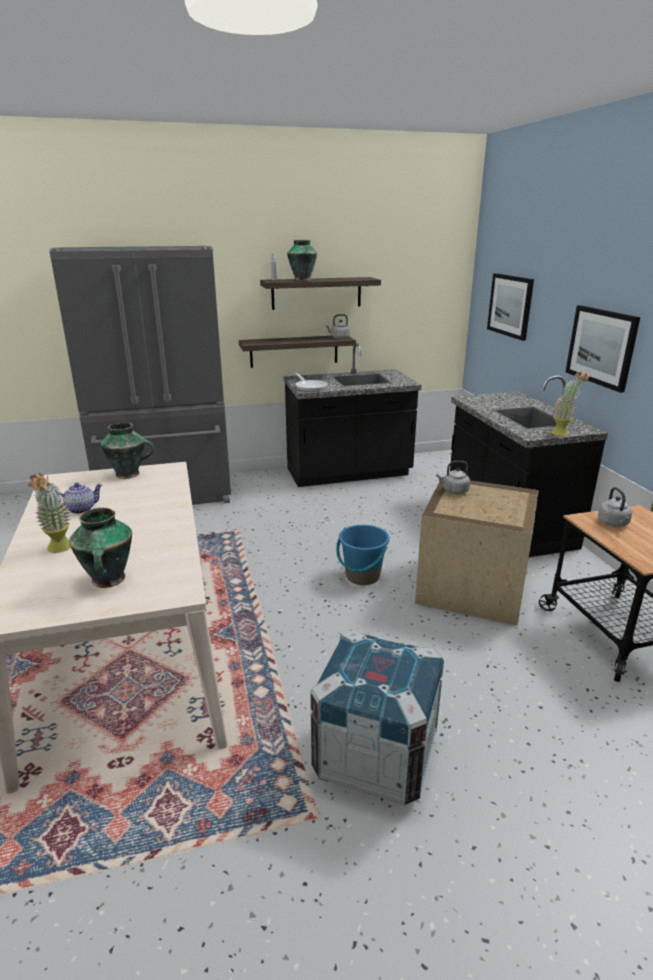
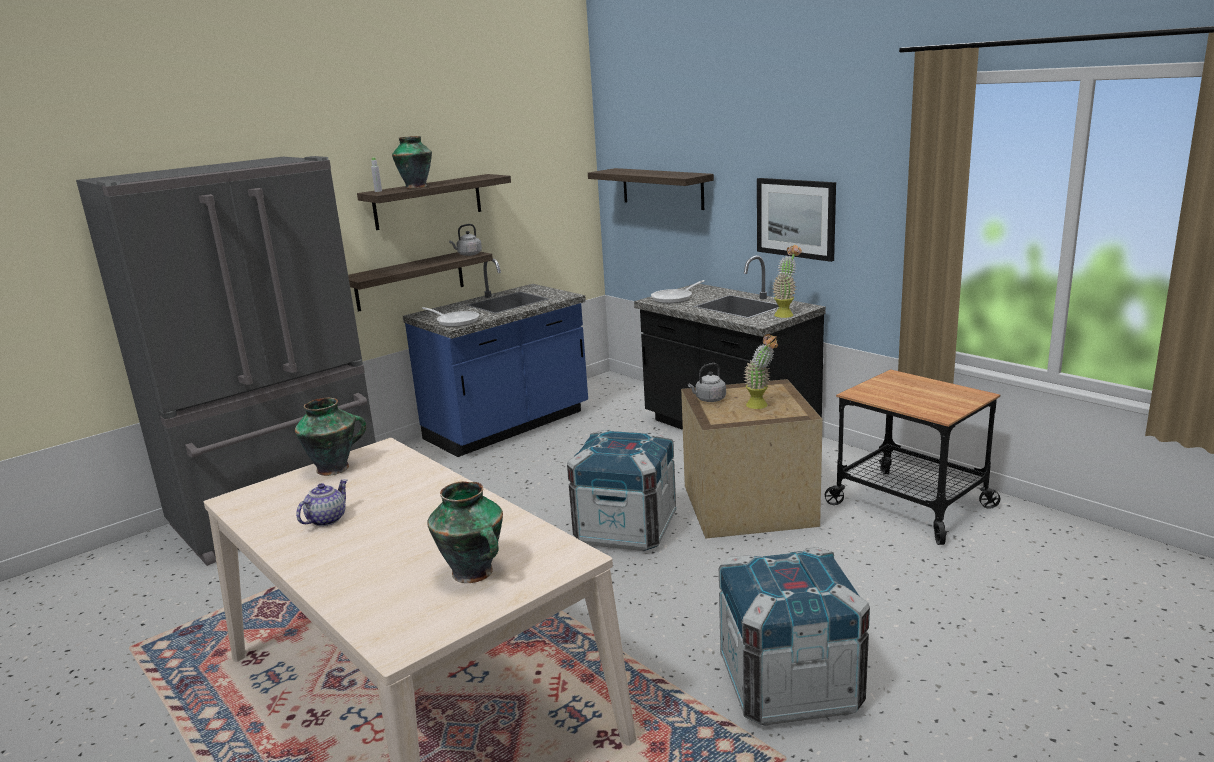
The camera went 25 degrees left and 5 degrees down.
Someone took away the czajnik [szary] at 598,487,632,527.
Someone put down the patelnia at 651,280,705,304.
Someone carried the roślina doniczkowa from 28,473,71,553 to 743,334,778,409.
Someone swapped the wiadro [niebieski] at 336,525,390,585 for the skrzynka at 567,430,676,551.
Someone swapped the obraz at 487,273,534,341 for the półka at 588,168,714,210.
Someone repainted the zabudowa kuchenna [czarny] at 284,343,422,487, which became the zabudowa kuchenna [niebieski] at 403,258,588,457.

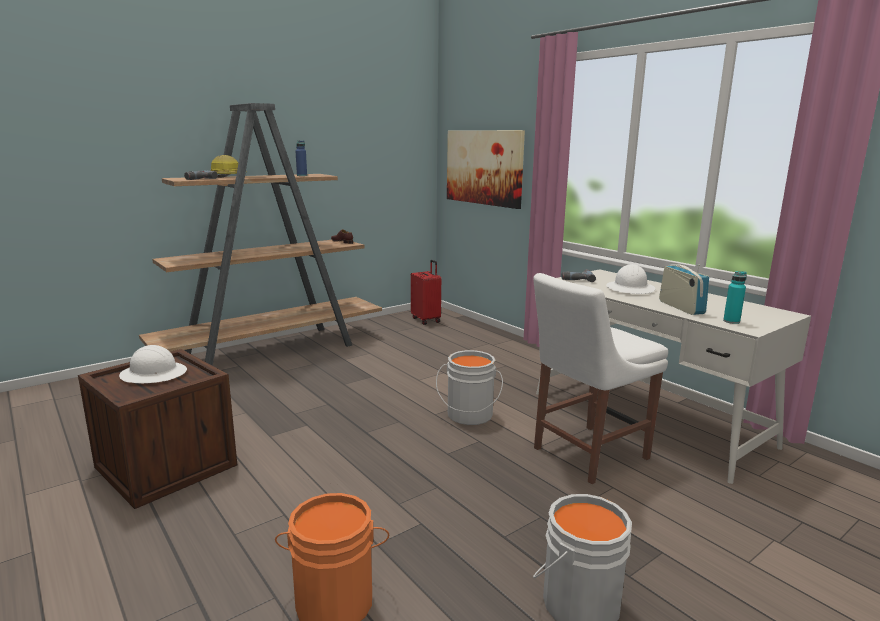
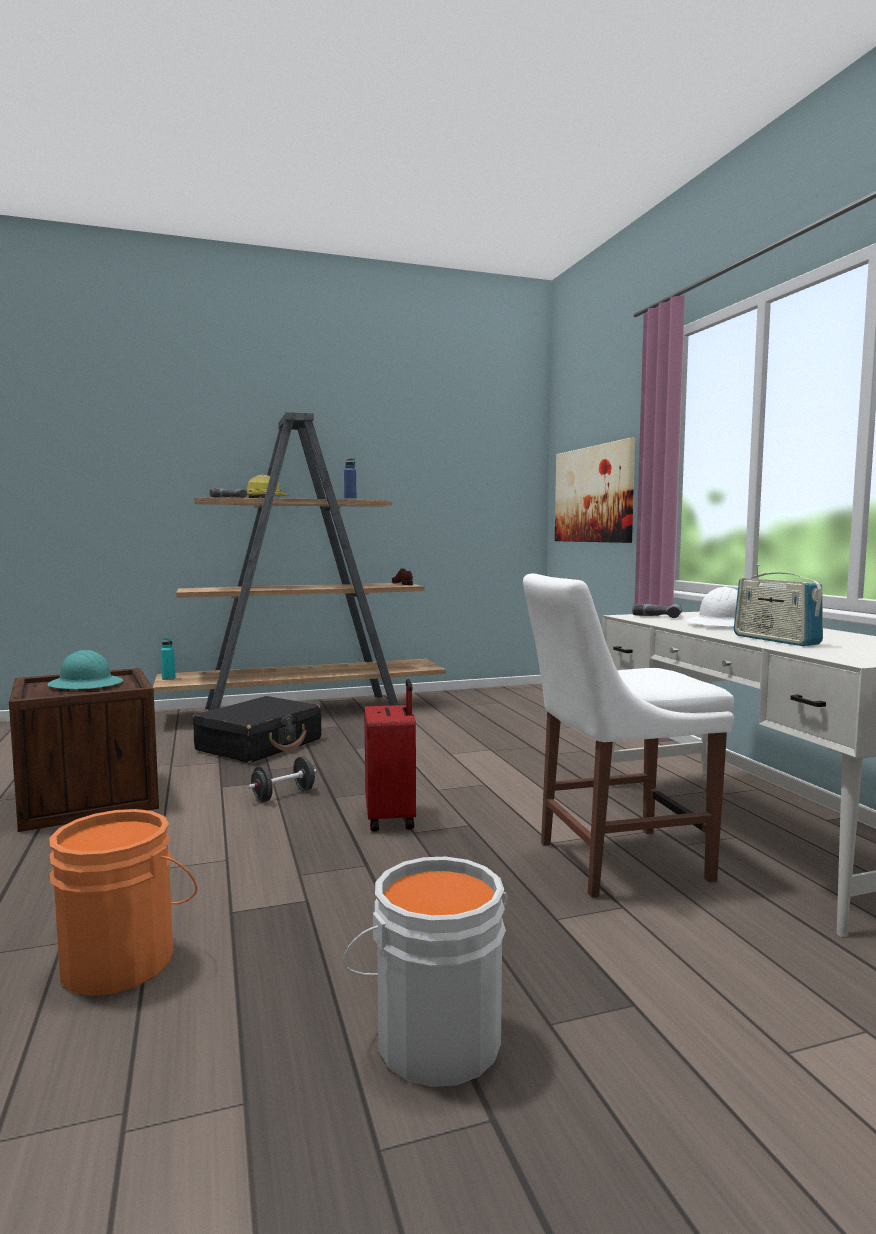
The camera went 20 degrees right and 10 degrees down.
Someone took away the wiadro [szary] at 436,350,503,425.
Someone put down the walizka [czarny] at 193,696,321,763.
Someone put down the hantel [czarny] at 248,756,317,802.
Someone carried the walizka [czerwony] from 411,260,441,325 to 364,679,416,832.
Someone carried the butelka [turkusowy] from 723,271,747,324 to 161,637,175,680.
Someone repainted the kask [biały] at 119,345,187,383, which became the kask [turkusowy] at 48,650,123,689.
Someone rotated the radio at 659,264,709,315 by 150 degrees clockwise.

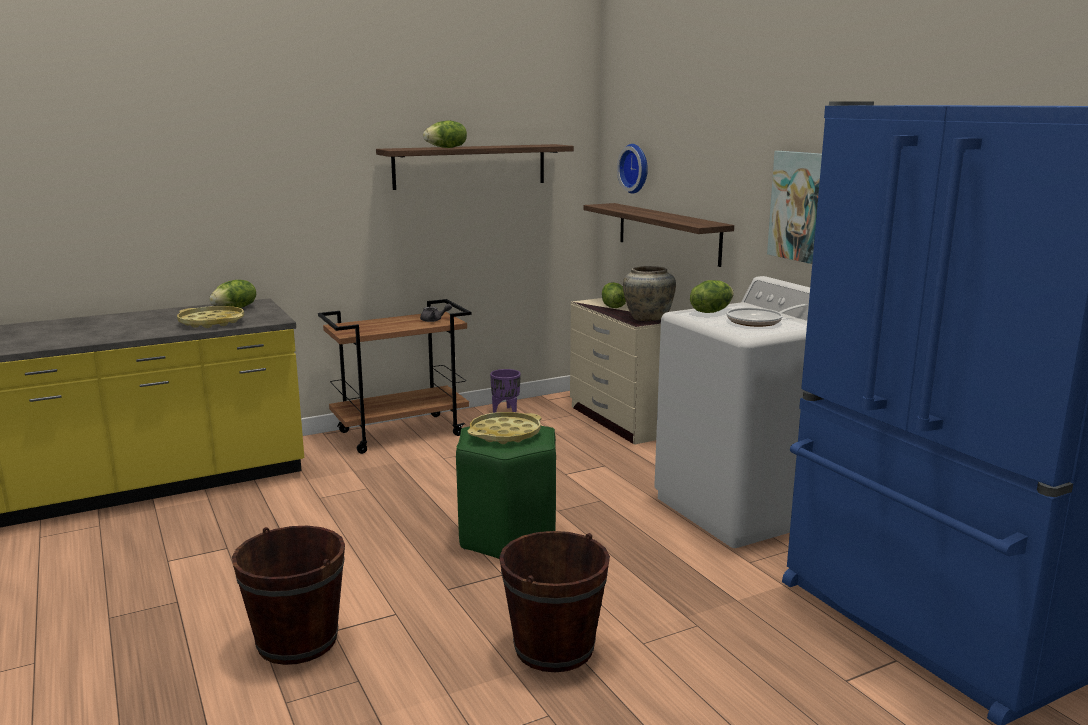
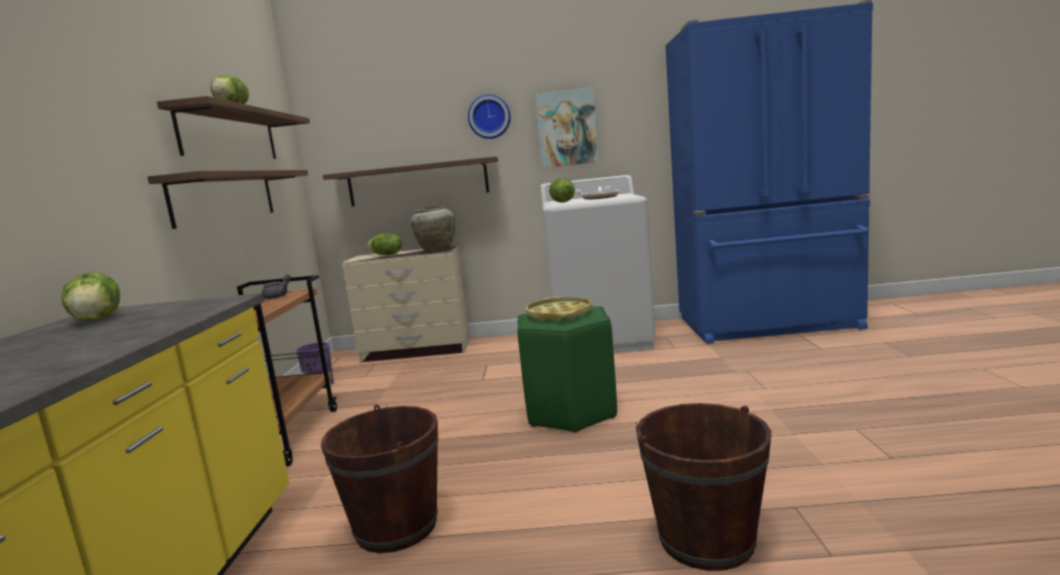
The camera went 60 degrees left and 5 degrees down.
Someone took away the taca [żółty] at 177,306,244,328.
Someone put up the półka at 148,170,308,229.
Someone carried the wiadro [brązowy] from 499,531,610,672 to 321,405,438,553.
Someone carried the zegar ścienny from 617,144,648,194 to 468,94,511,139.

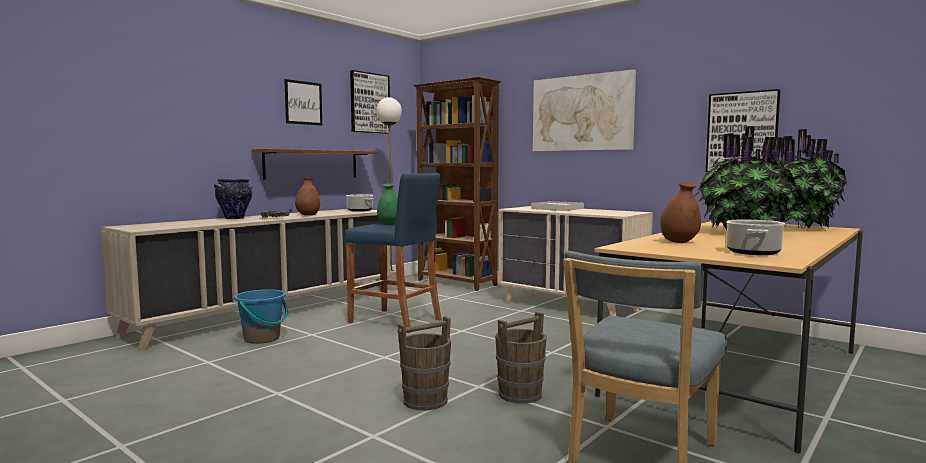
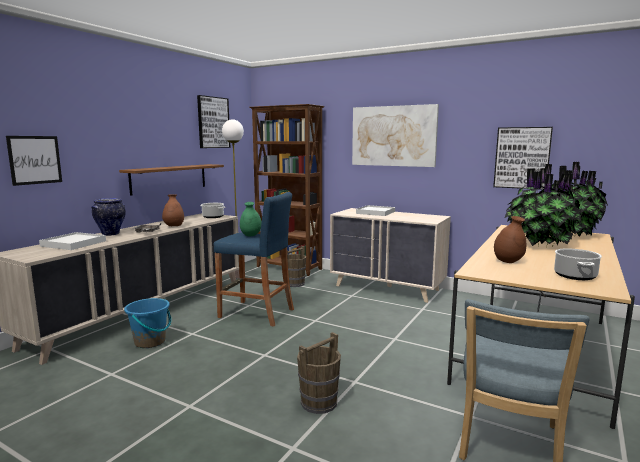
The camera went 10 degrees left and 5 degrees up.
Someone put down the taca [biały] at 39,232,106,250.
Someone carried the obraz from 284,79,322,126 to 6,136,62,186.
Someone carried the wiadro [brązowy] from 495,312,547,403 to 287,246,306,287.

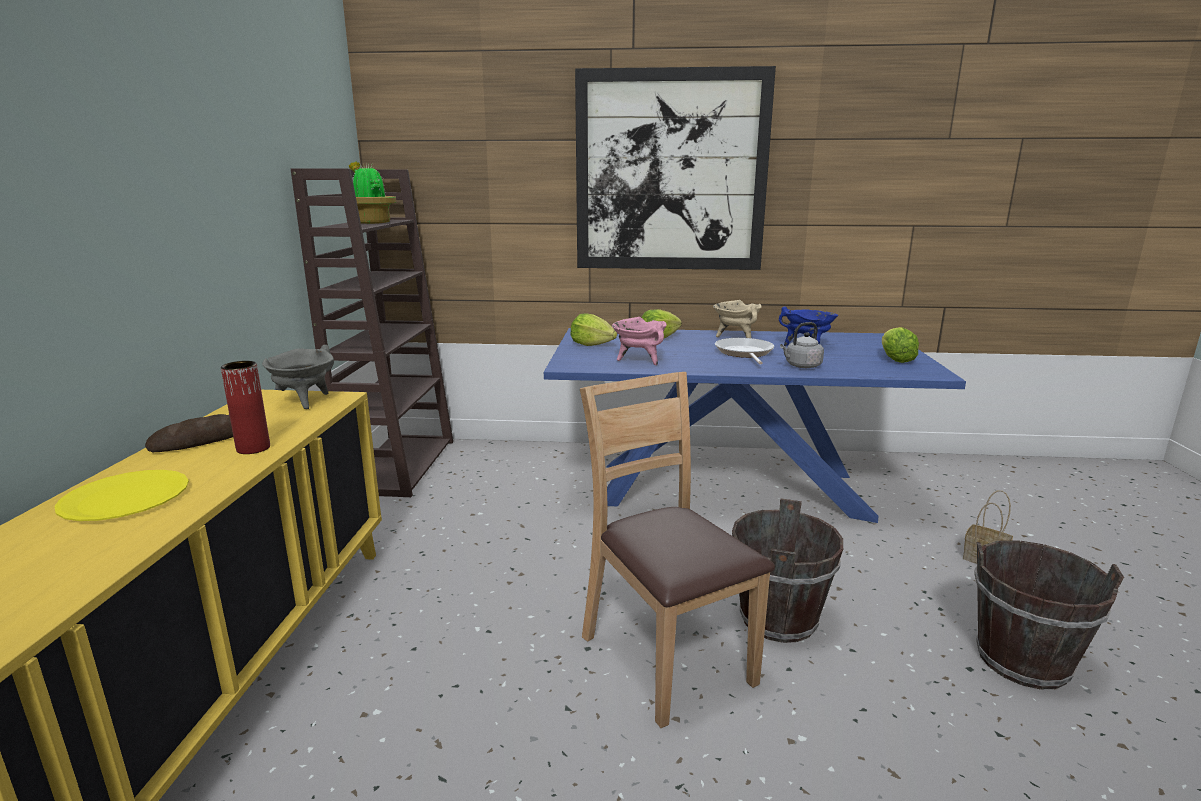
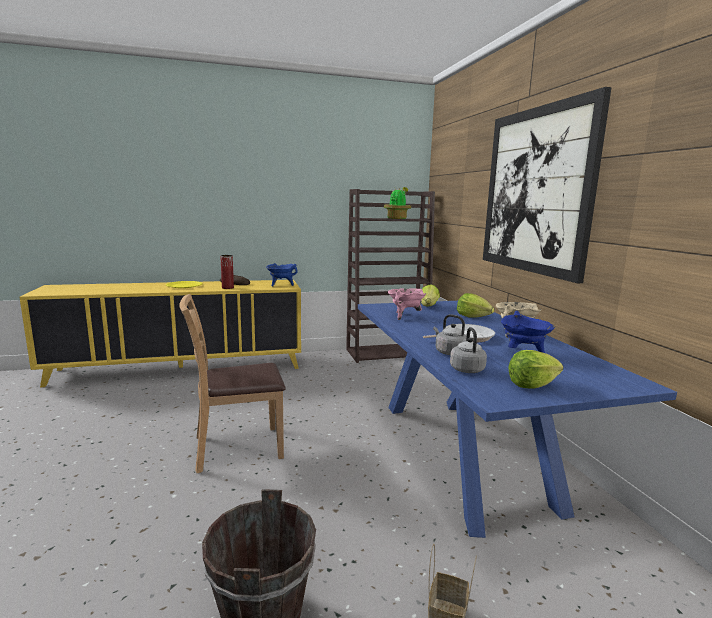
The camera went 70 degrees right and 5 degrees down.
Someone took away the wiadro [brązowy] at 732,498,843,643.
Someone put down the czajnik [szary] at 450,327,487,373.
Someone repainted the garnek [szary] at 262,345,334,409, which became the garnek [niebieski] at 266,263,298,286.
Someone rotated the krzesło [brązowy] at 580,372,775,728 by 150 degrees counterclockwise.

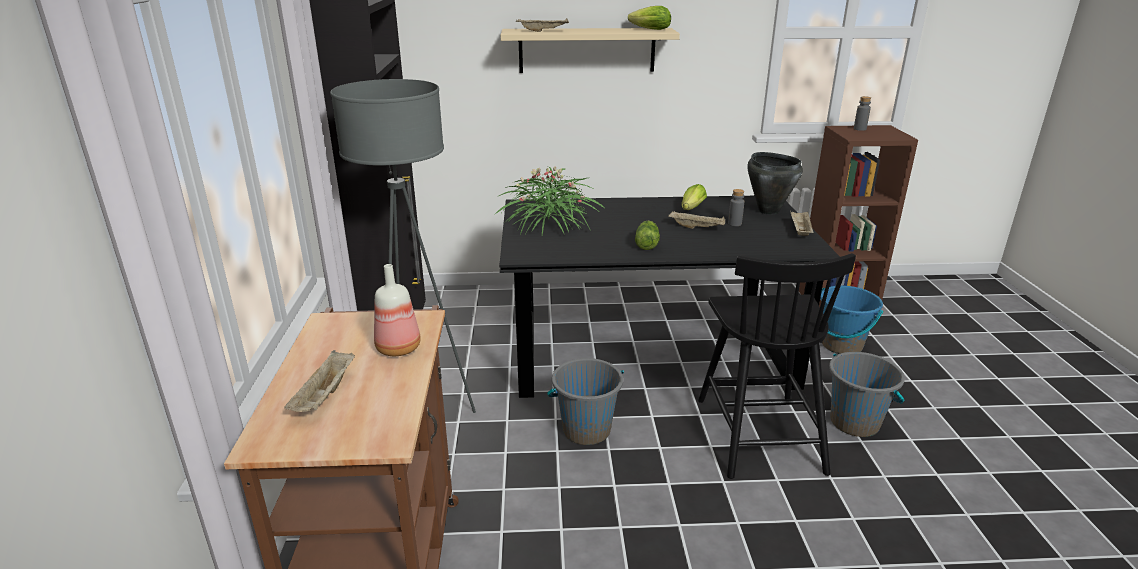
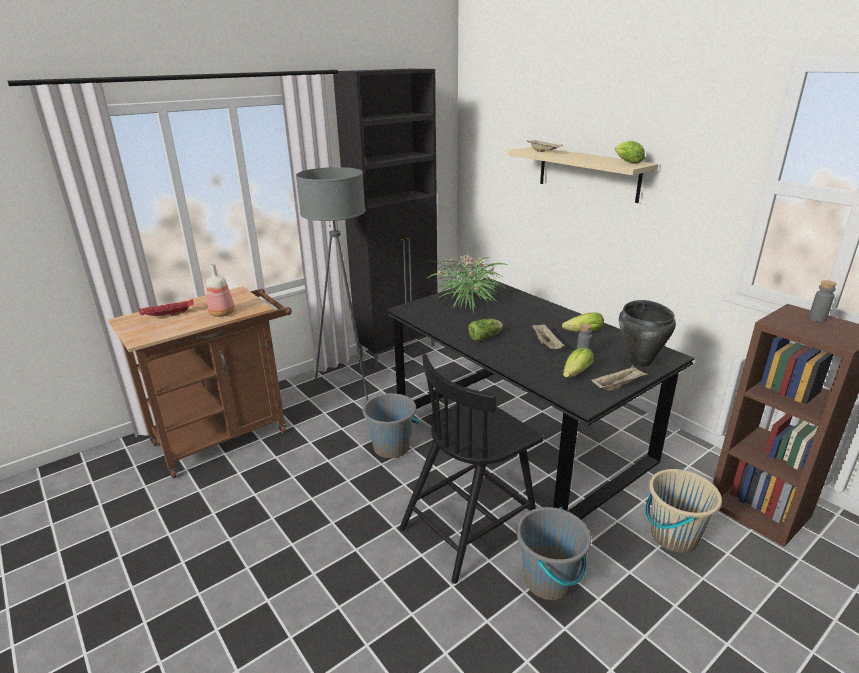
The camera went 55 degrees right and 0 degrees up.
Someone put down the sałata at 563,348,594,378.
Someone repainted the taca [beżowy] at 284,350,355,412, which became the taca [czerwony] at 139,299,194,316.
Someone repainted the wiadro [niebieski] at 820,286,883,354, which became the wiadro [beżowy] at 645,468,722,553.

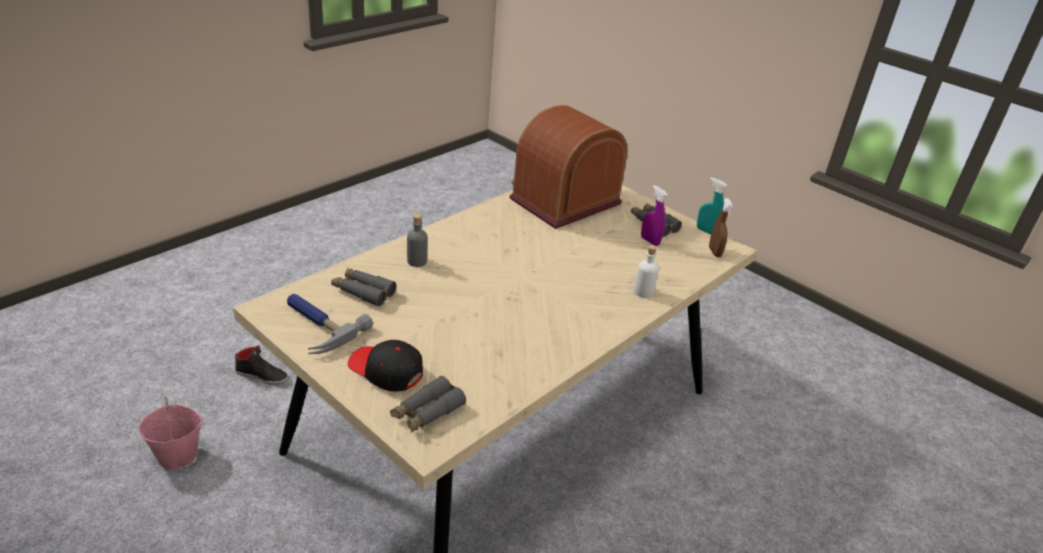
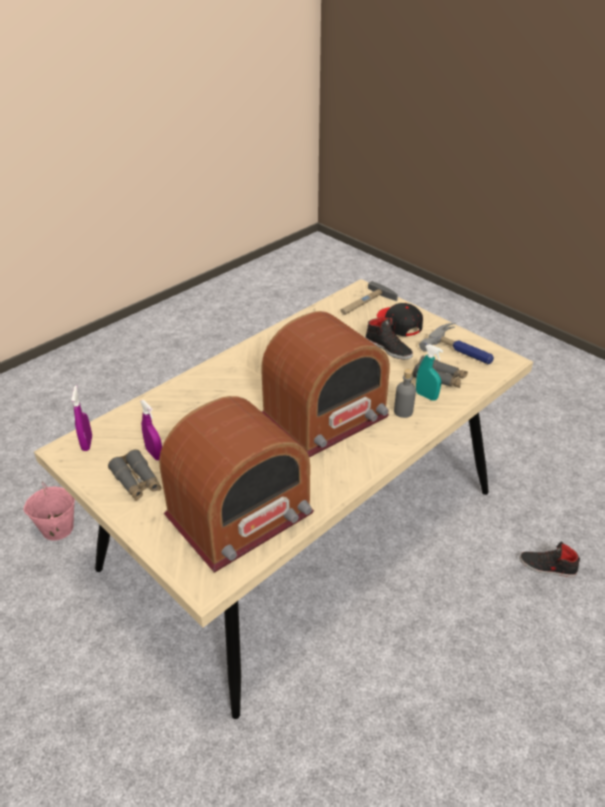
The camera went 175 degrees left and 5 degrees up.
Someone took away the butelka [biały] at 634,245,659,298.
Someone put down the radio at 261,311,390,458.
Someone put down the but [czarny] at 365,317,413,360.
Someone carried the wiadro [różowy] from 139,397,202,469 to 24,481,75,541.
Someone carried the spryskiwacz [turkusowy] from 697,177,727,234 to 416,344,443,401.
Someone swapped the lornetka [szary] at 390,376,466,432 for the młotek at 341,281,398,315.
Someone repainted the spryskiwacz [brązowy] at 709,198,733,257, which became the spryskiwacz [fioletowy] at 71,386,92,451.
Someone rotated the czapka z daszkiem [czarny] at 348,340,423,391 by 150 degrees counterclockwise.

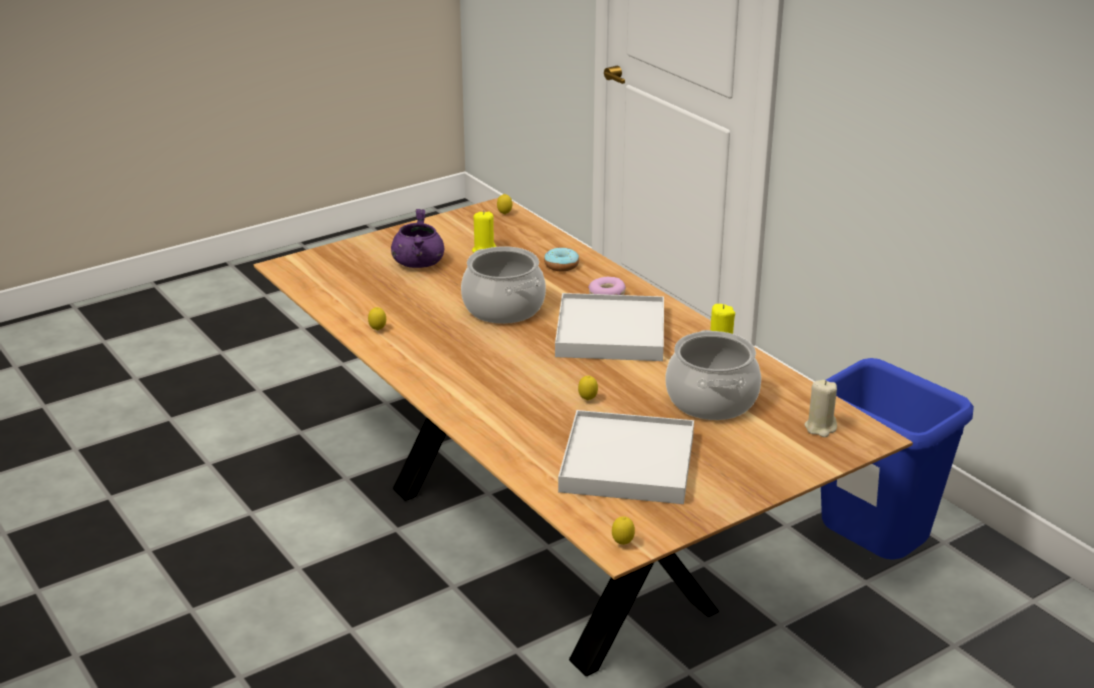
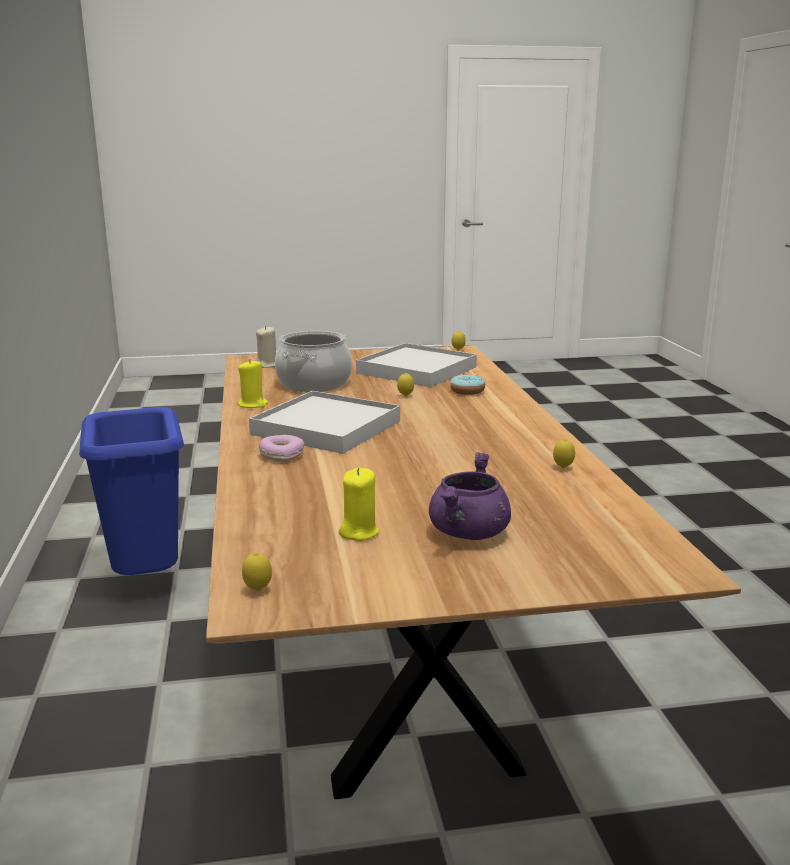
The camera went 155 degrees left and 10 degrees down.
Someone took away the garnek at 461,246,546,324.
Someone carried the donut from 544,248,579,271 to 450,375,485,395.

